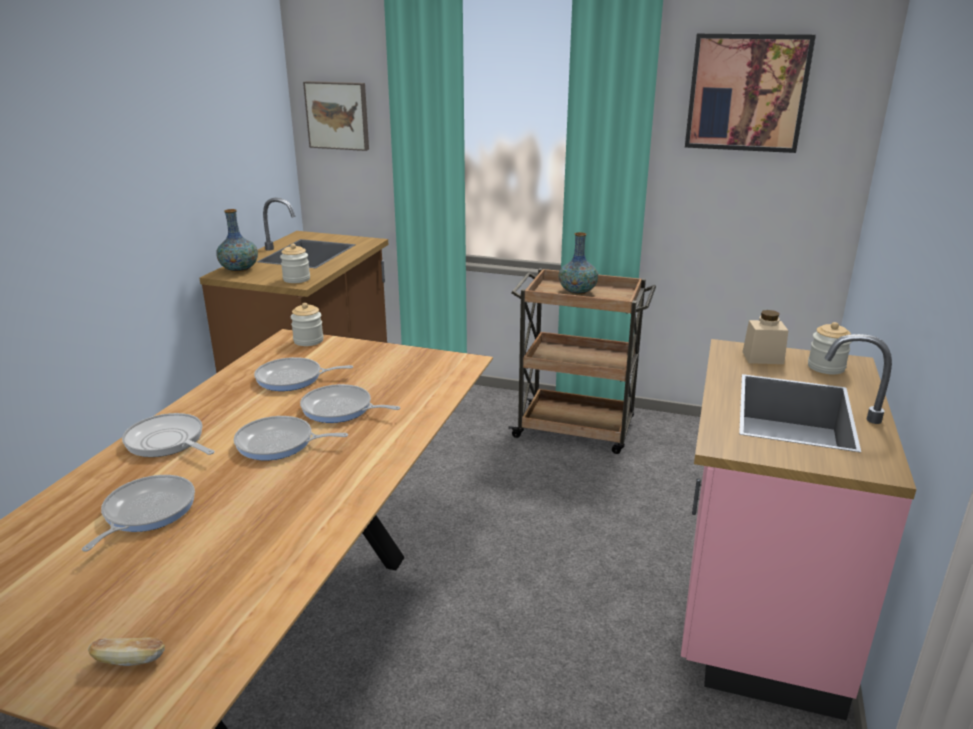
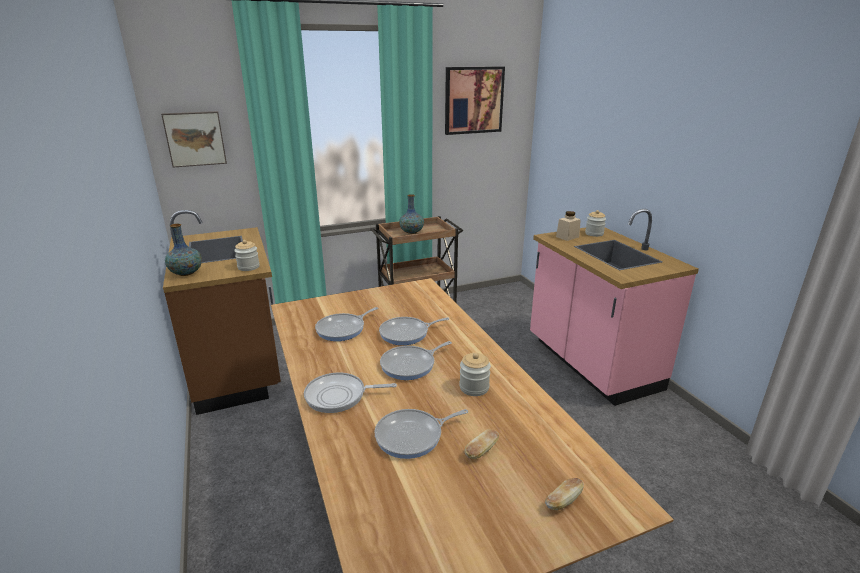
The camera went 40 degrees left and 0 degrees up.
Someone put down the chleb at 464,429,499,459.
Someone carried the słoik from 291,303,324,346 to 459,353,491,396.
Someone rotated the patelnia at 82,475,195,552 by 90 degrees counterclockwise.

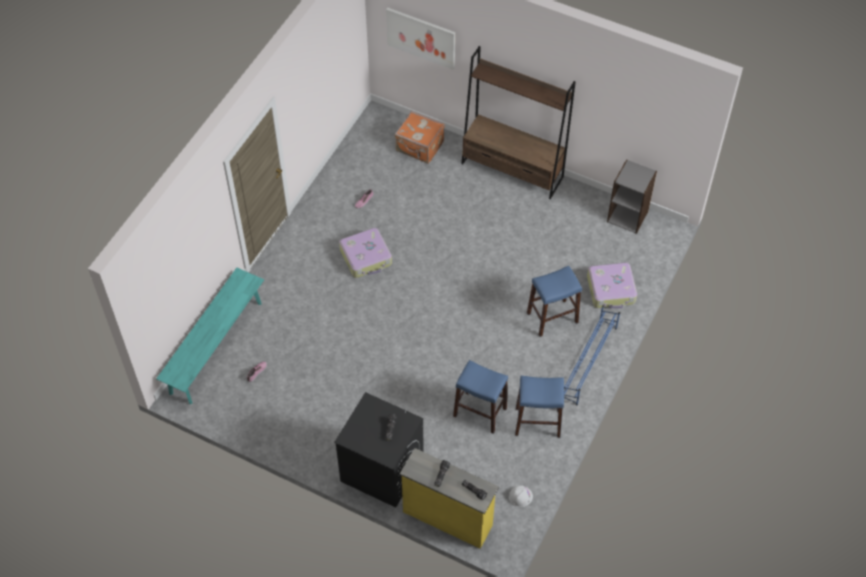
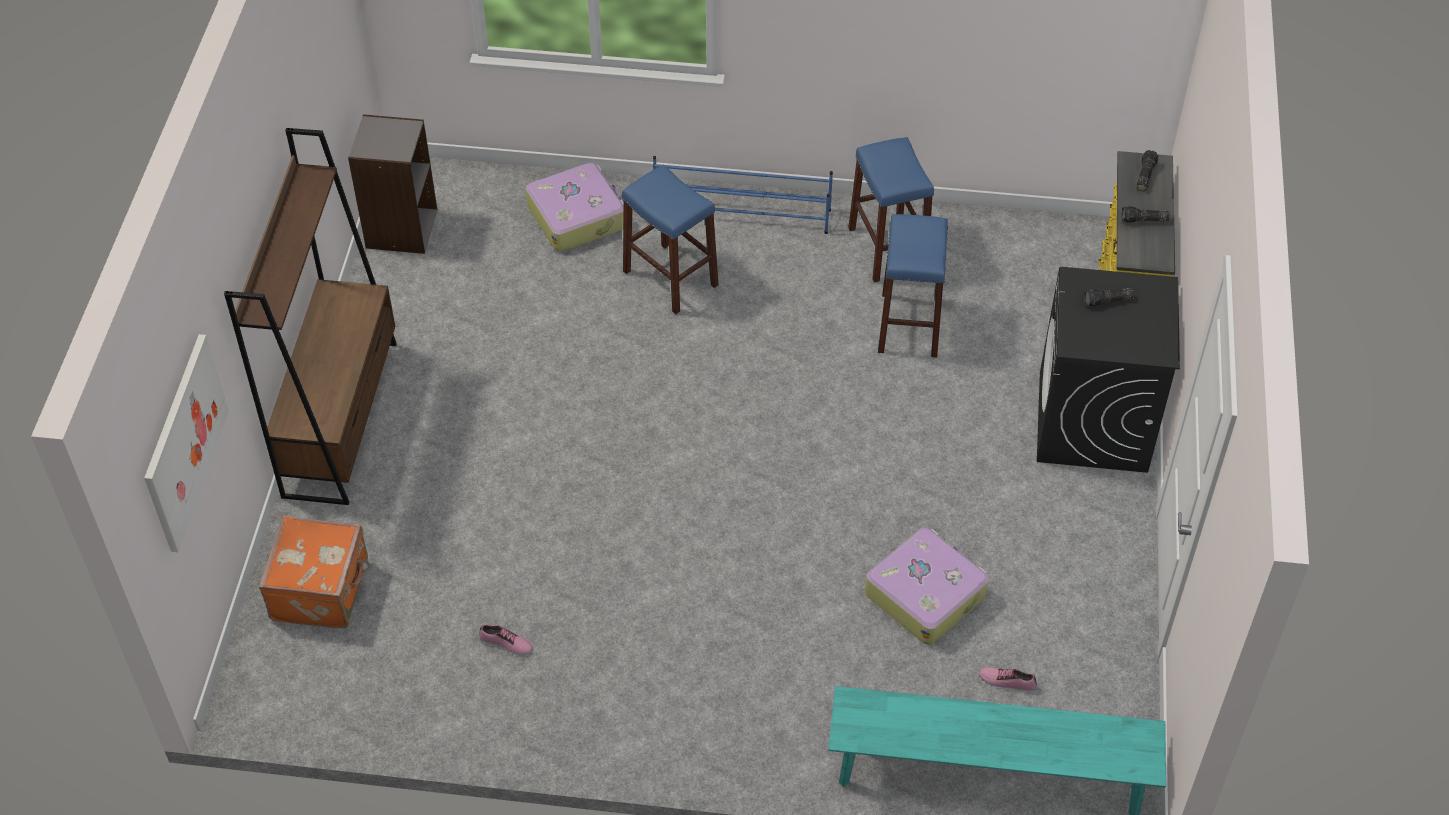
The camera went 110 degrees left and 5 degrees down.
Someone took away the kask [biały] at 509,485,533,507.
Someone carried the walizka from 339,228,392,278 to 865,528,989,645.

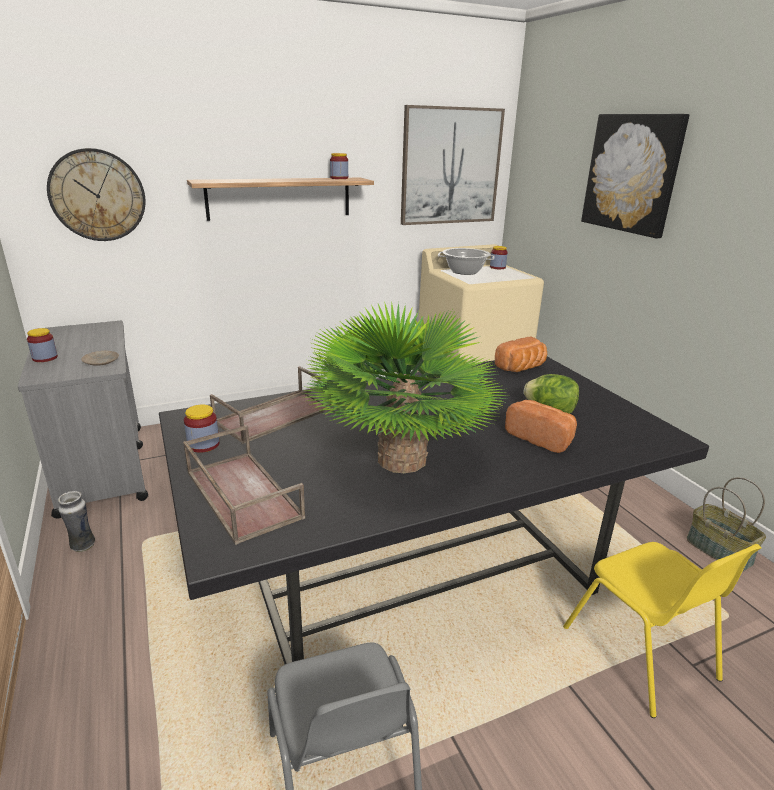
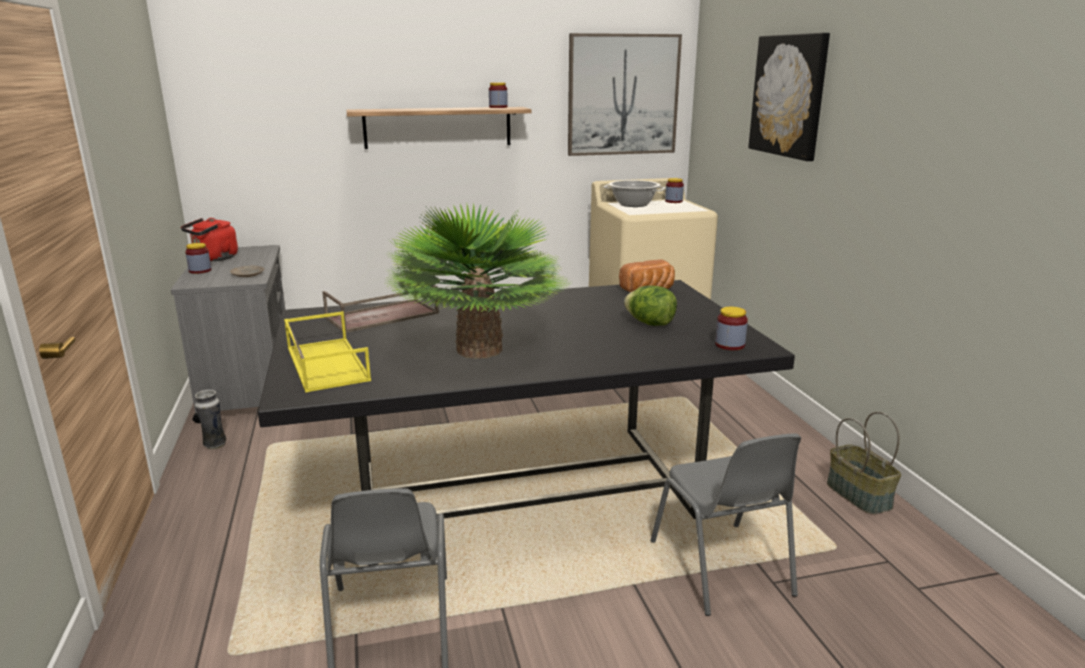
The camera went 10 degrees right and 5 degrees down.
Someone took away the zegar ścienny at 47,148,145,241.
Someone took away the chleb at 505,400,577,453.
Someone put down the czajnik [czerwony] at 181,218,238,261.
Someone carried the słoik from 184,405,220,453 to 715,307,748,350.
Someone repainted the taca [brązowy] at 183,425,306,545, which became the taca [żółty] at 284,311,371,393.
Someone repainted the krzesło [żółty] at 563,542,761,718, which became the krzesło [szary] at 650,433,801,616.

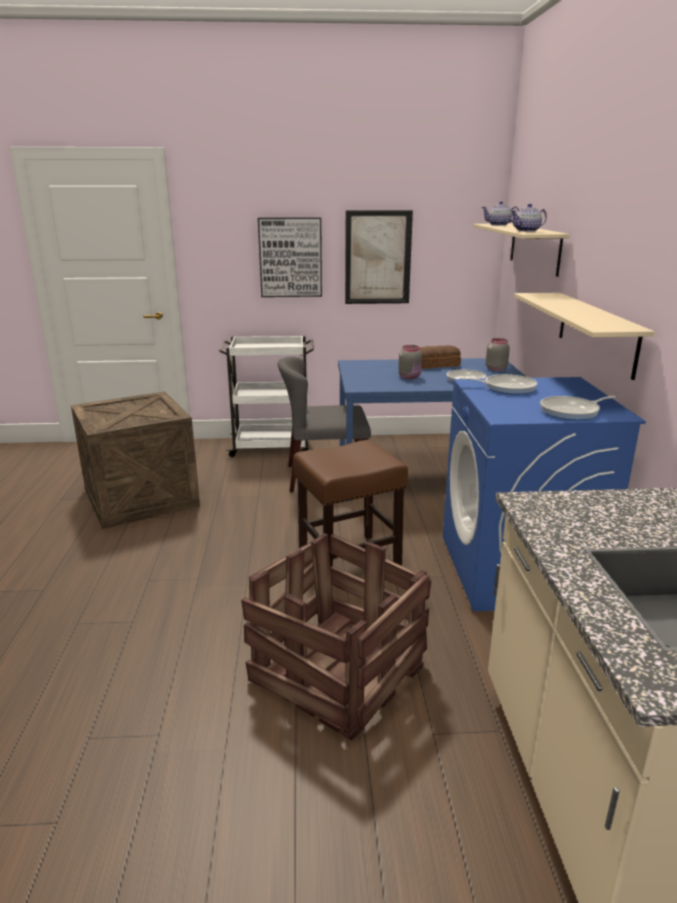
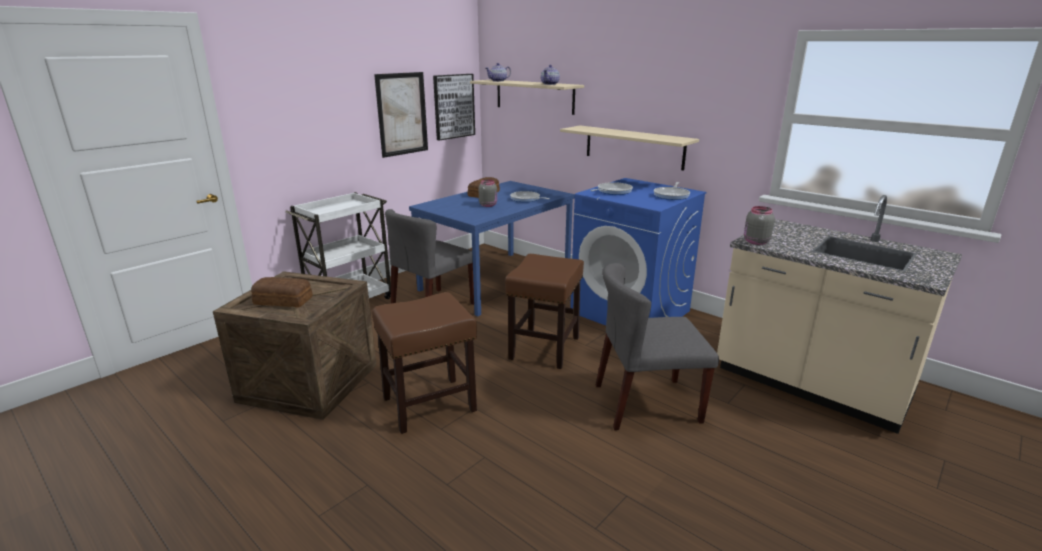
The camera went 45 degrees left and 0 degrees up.
Someone put down the chleb at 251,277,313,307.
Someone put down the stołek [brązowy] at 372,292,477,434.
Someone carried the obraz from 258,217,322,297 to 433,74,475,141.
Someone carried the słoik [szary] from 486,338,510,371 to 744,206,775,245.
Someone swapped the skrzynka at 241,533,431,741 for the krzesło [szary] at 596,263,719,430.

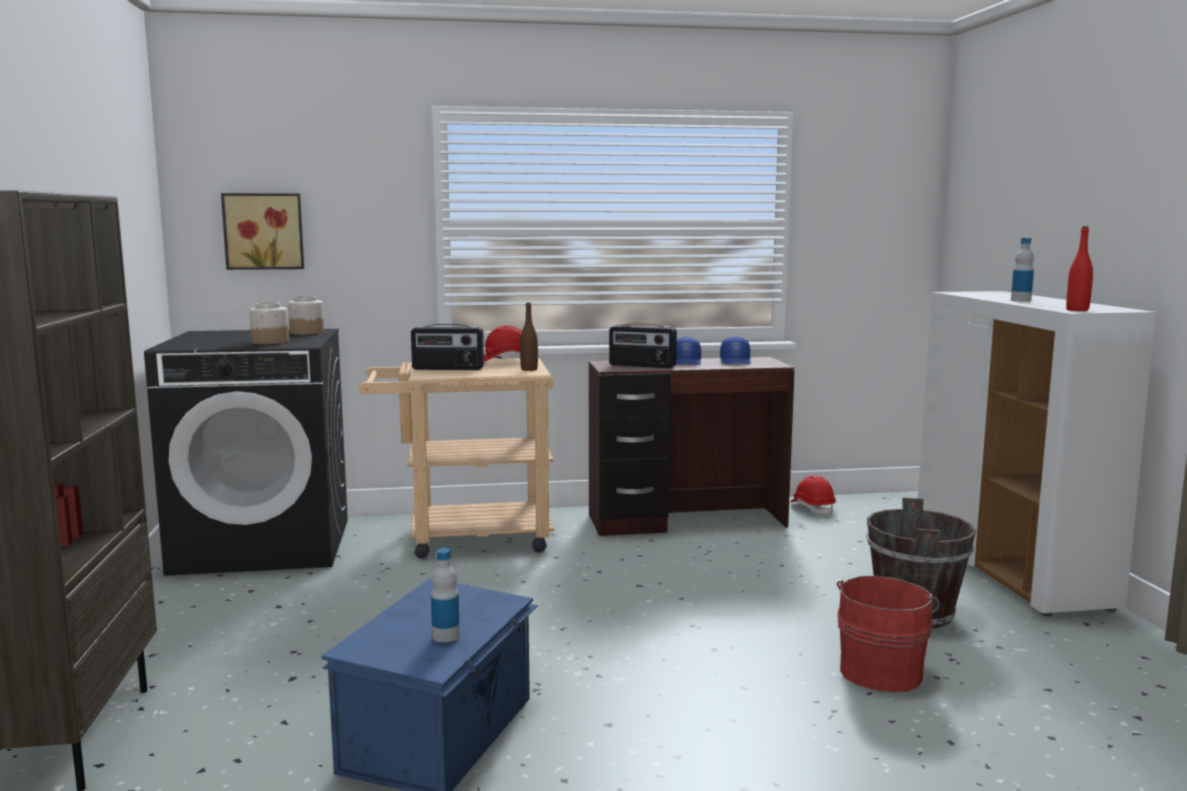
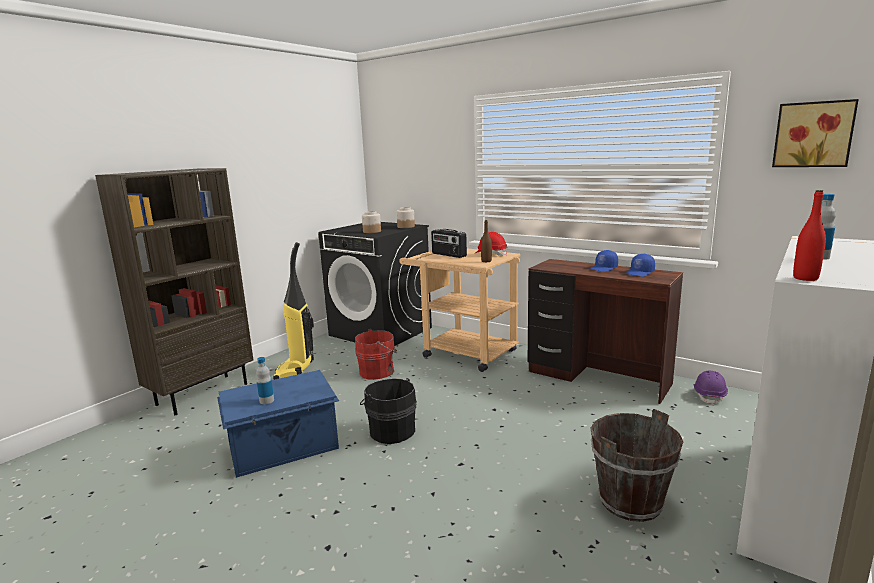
The camera went 45 degrees right and 5 degrees up.
Someone took away the radio at 609,323,677,368.
Someone put down the odkurzacz at 273,242,314,380.
Someone put down the wiadro [czarny] at 360,378,417,444.
Someone carried the obraz from 221,193,304,270 to 772,99,859,167.
Someone carried the wiadro [czerwony] from 837,576,940,692 to 355,329,397,380.
Someone repainted the kask [czerwony] at 790,476,836,515, which became the kask [fioletowy] at 694,371,728,405.

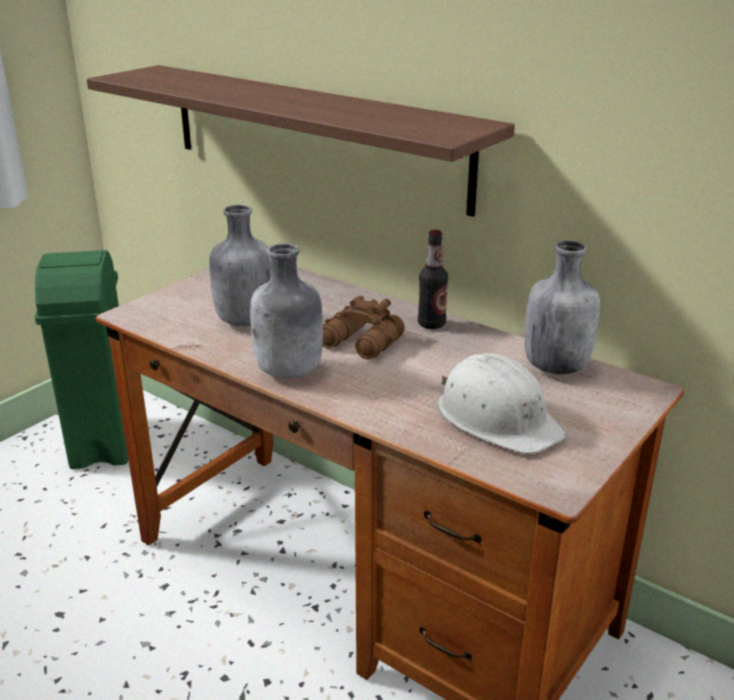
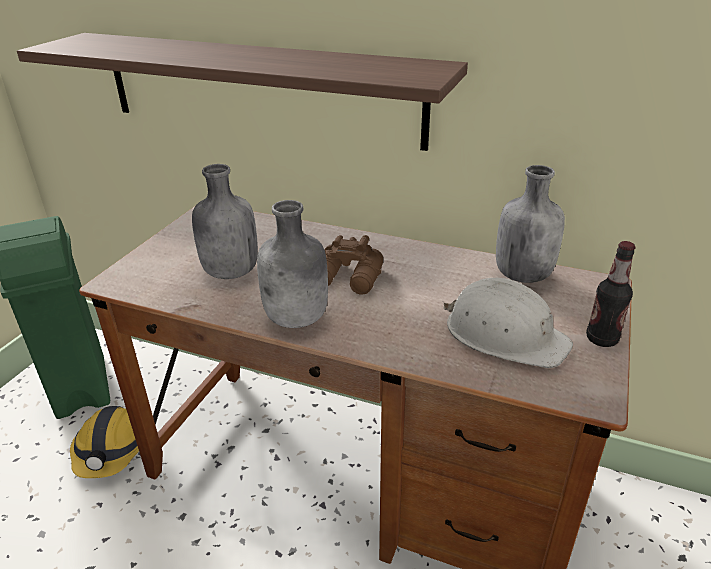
The camera went 15 degrees left and 5 degrees up.
Someone put down the kask at 70,406,139,478.
Someone carried the butelka from 418,230,448,329 to 586,241,635,347.

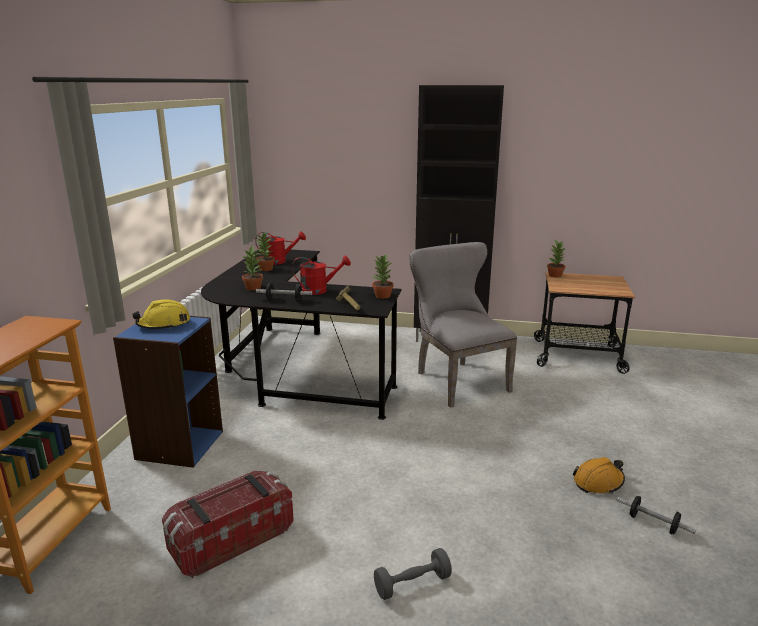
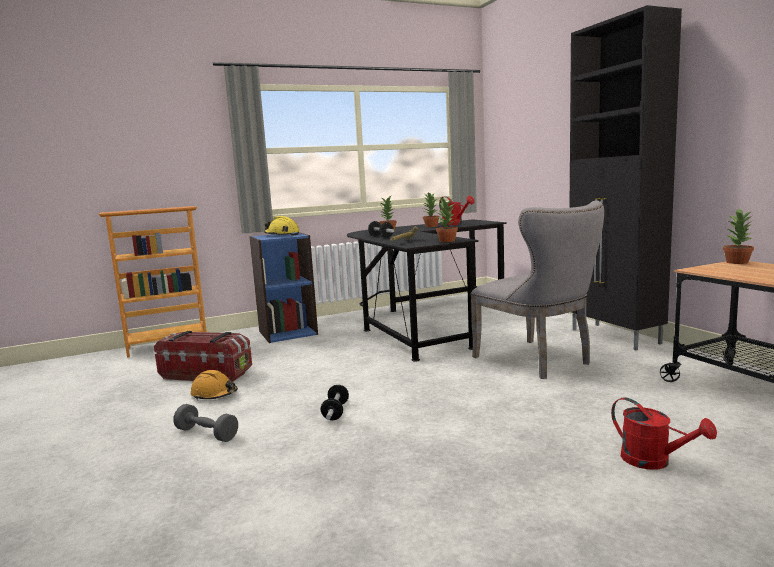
The camera went 55 degrees right and 10 degrees down.
Someone carried the konewka [czerwony] from 292,256,351,295 to 611,397,717,470.
Someone carried the kask [pomarańczowy] from 572,457,625,494 to 190,370,238,400.
Someone carried the hantel from 617,496,696,534 to 321,385,349,420.
Someone rotated the krzesło [szary] at 409,242,517,408 by 120 degrees clockwise.

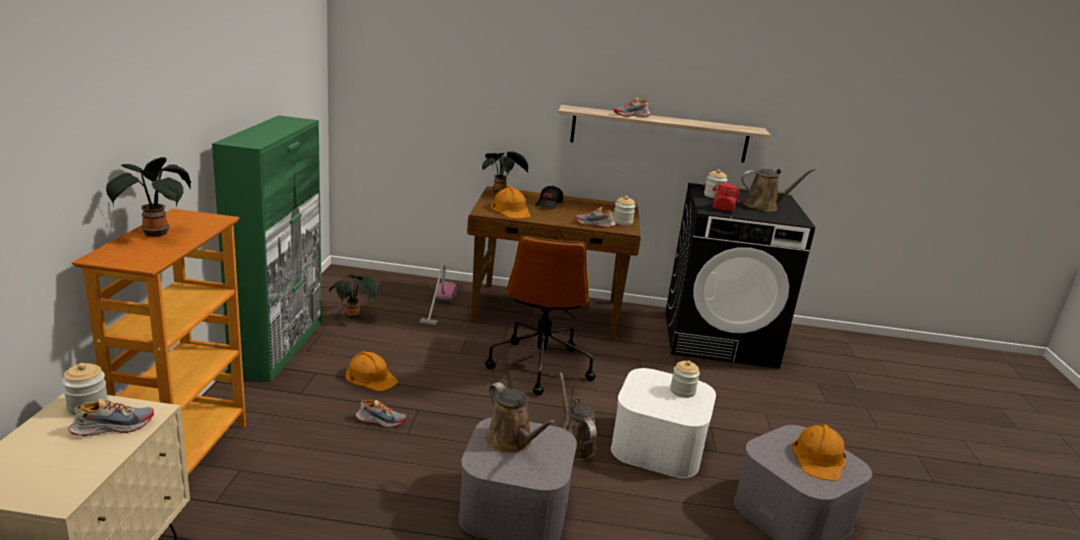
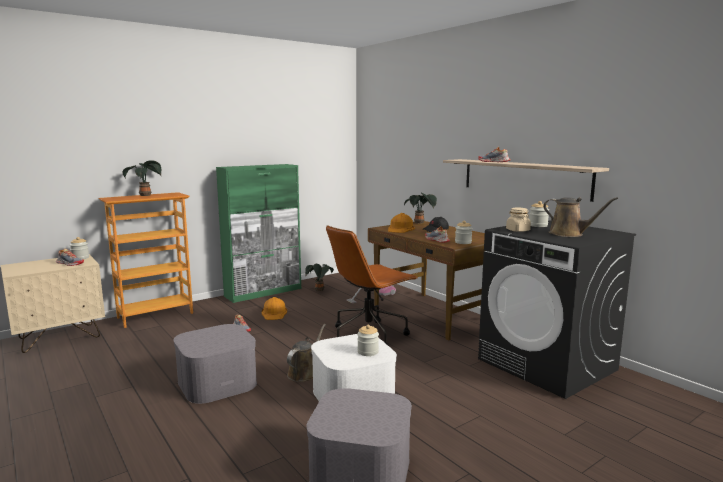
The camera went 50 degrees right and 10 degrees down.
Someone took away the konewka [brązowy] at 486,382,556,453.
Someone took away the kask [pomarańczowy] at 792,424,846,481.
Someone repainted the słoik [czerwony] at 713,183,740,211, which became the słoik [beżowy] at 506,208,531,232.

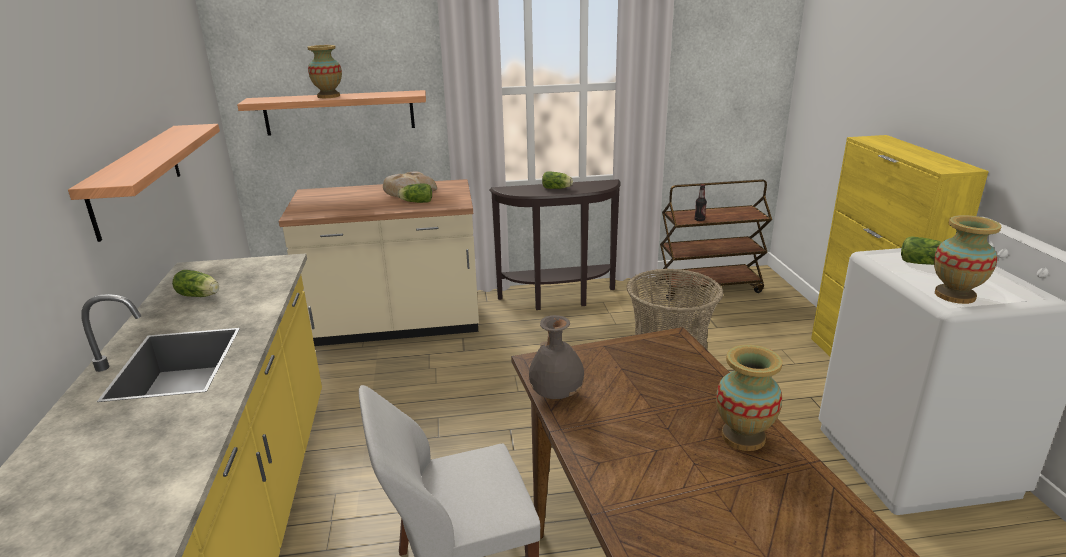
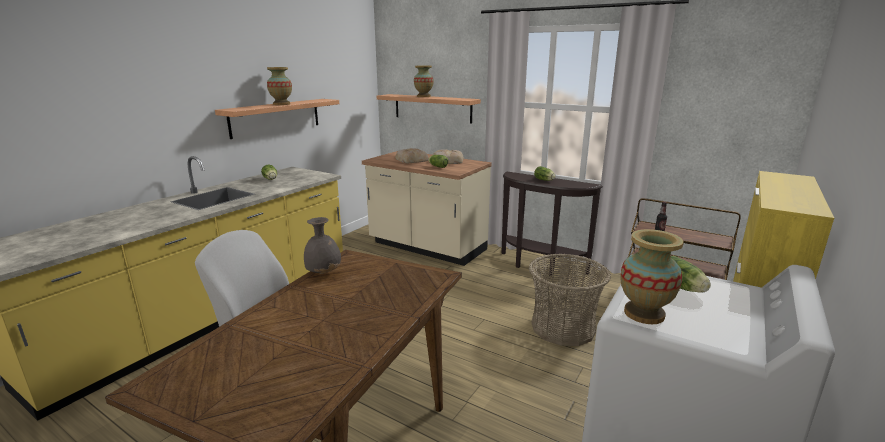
The camera went 40 degrees right and 5 degrees down.
Someone put down the chleb at 395,148,428,163.
Someone carried the wazon from 716,345,782,451 to 267,67,292,105.

